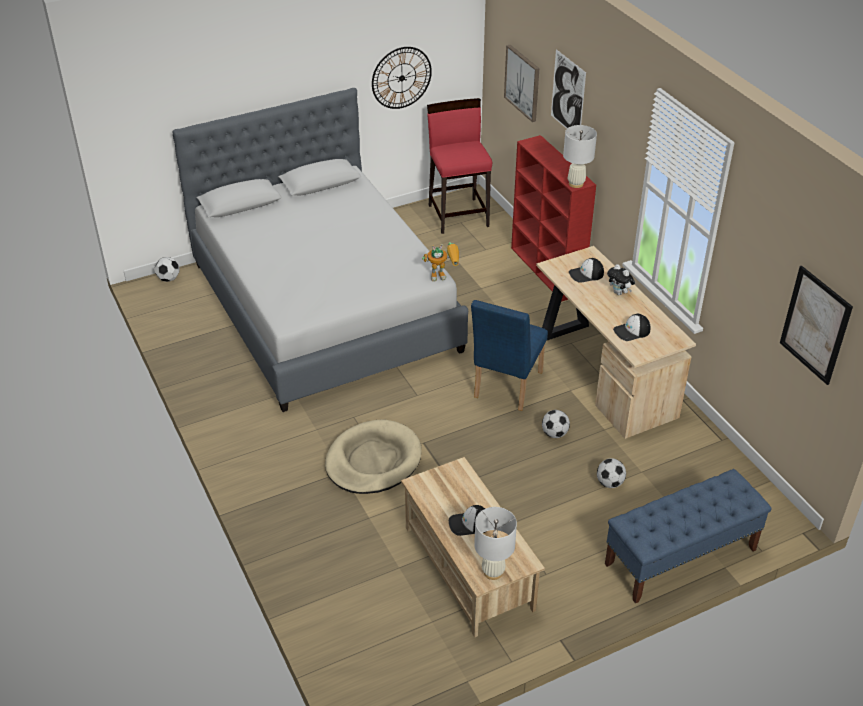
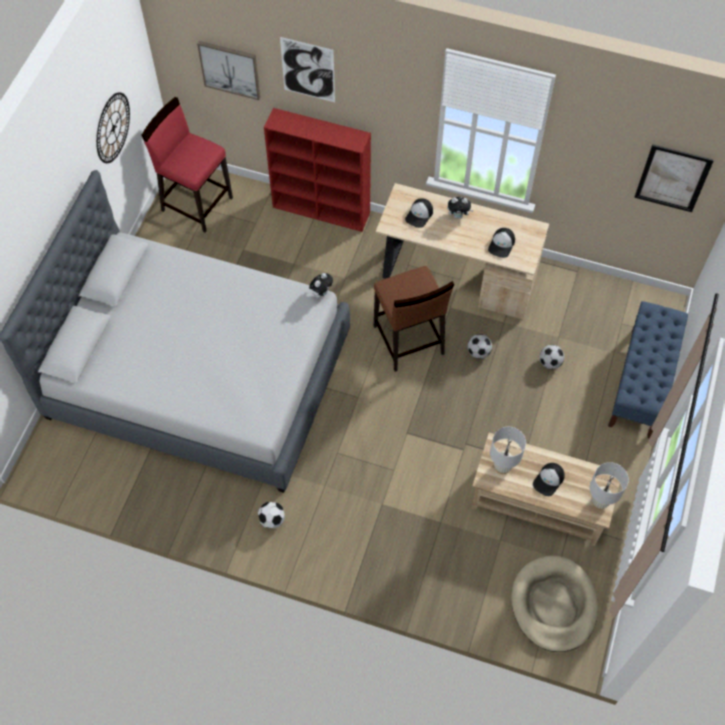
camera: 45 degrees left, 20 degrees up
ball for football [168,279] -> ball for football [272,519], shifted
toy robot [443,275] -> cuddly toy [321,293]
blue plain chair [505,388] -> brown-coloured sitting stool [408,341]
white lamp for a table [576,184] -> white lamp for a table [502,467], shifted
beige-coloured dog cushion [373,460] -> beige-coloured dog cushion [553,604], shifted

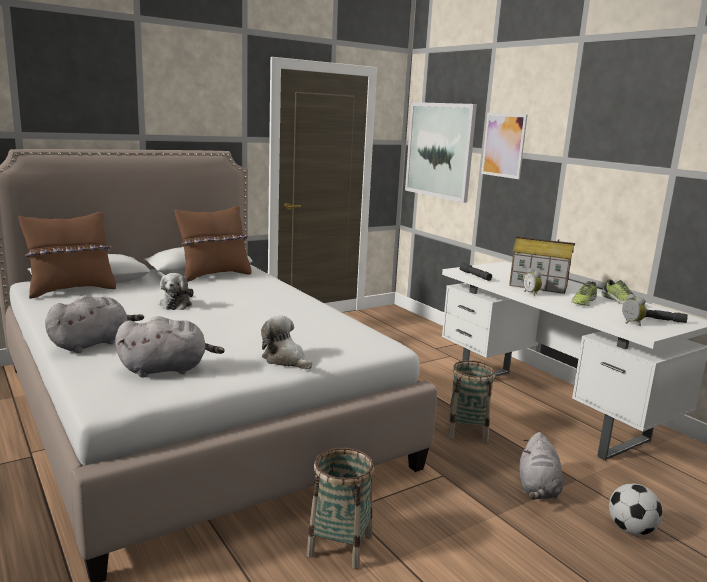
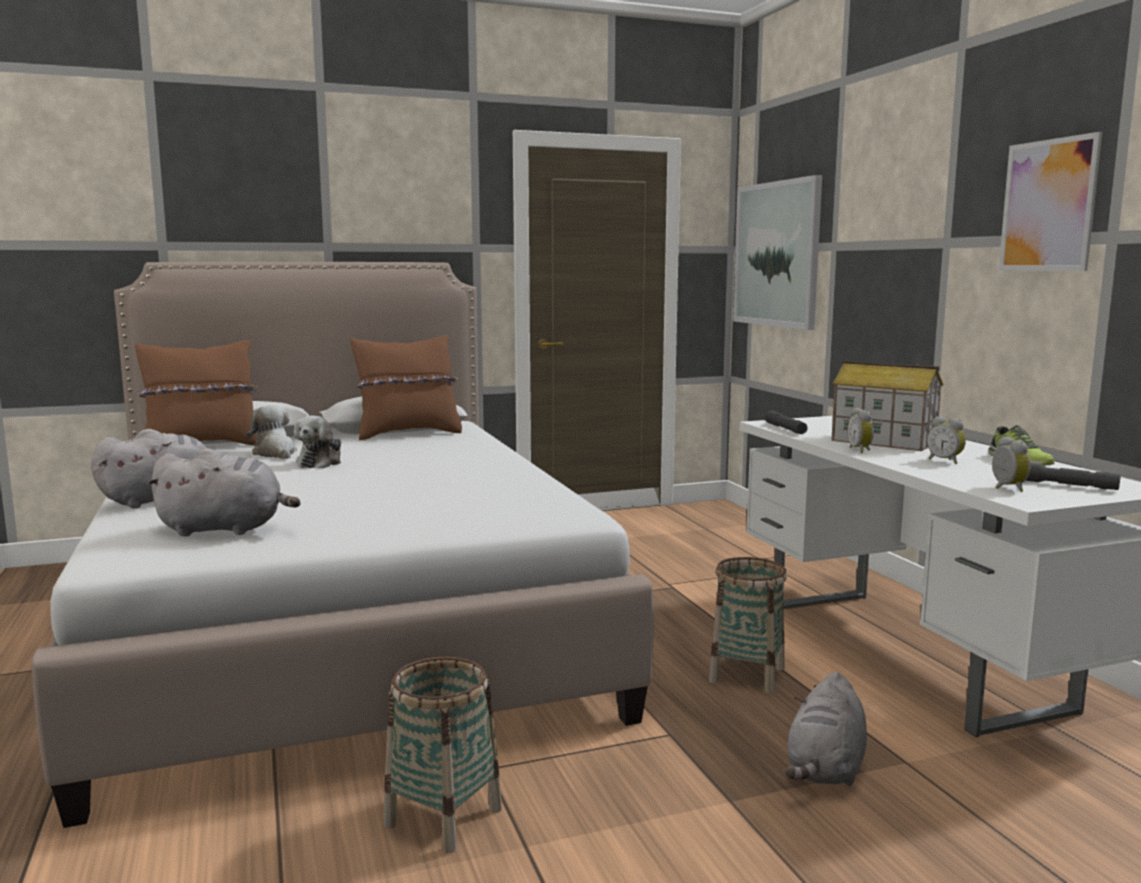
camera: 15 degrees right, 5 degrees down
cuddly toy [285,360] -> cuddly toy [275,453], shifted
item of footwear [583,301] -> alarm clock [945,461]
wall picture [503,145] -> wall picture [1048,205], shifted
ball for football [631,529] -> none

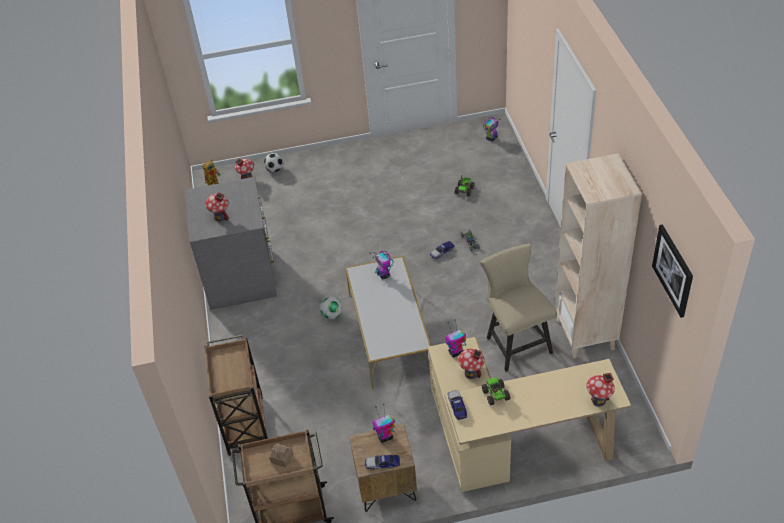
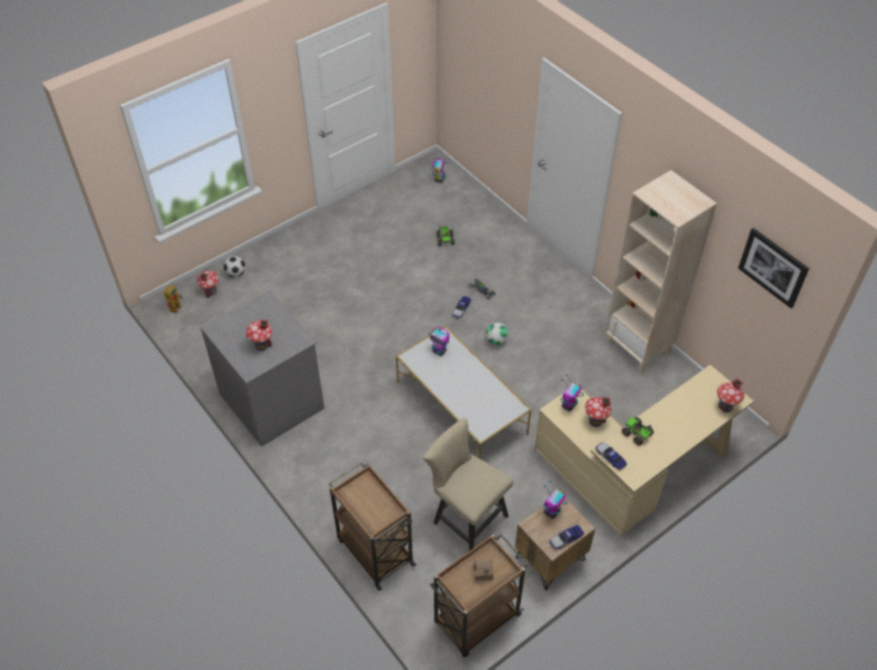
camera: 30 degrees left, 5 degrees up
beige-coloured plain chair [516,342] -> beige-coloured plain chair [465,517], shifted
ball for football [332,315] -> ball for football [496,341], shifted

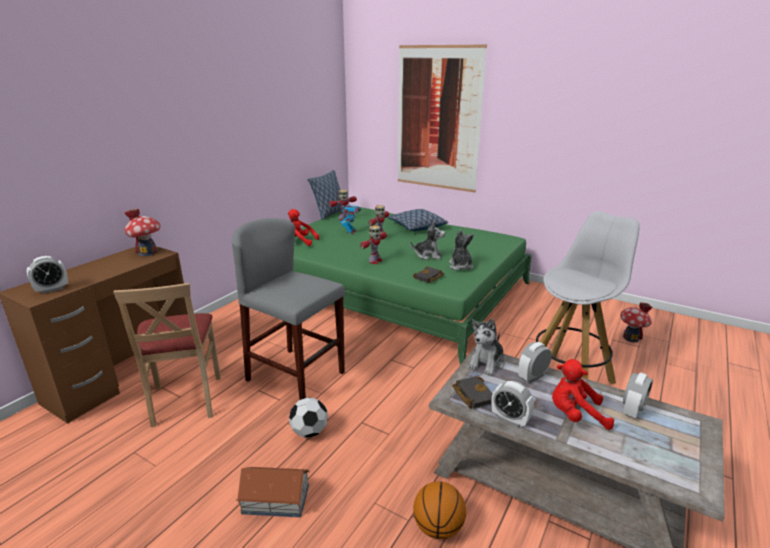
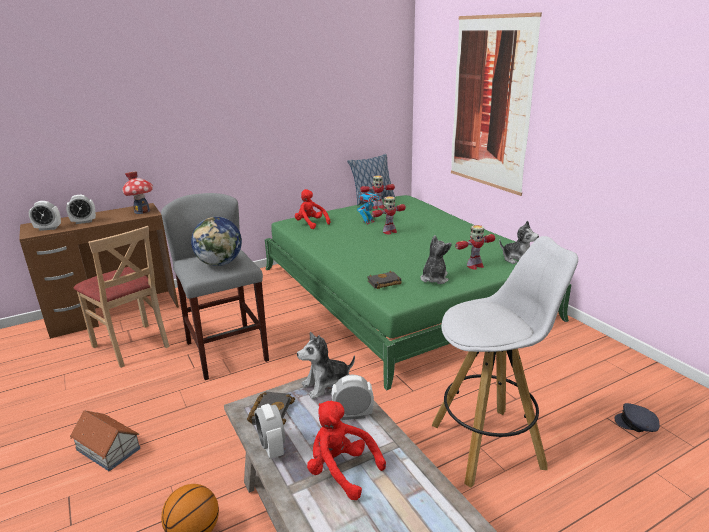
camera: 30 degrees right, 0 degrees up
alarm clock [632,410] -> alarm clock [84,222], shifted
beige-coloured plain chair [185,400] -> beige-coloured plain chair [132,345], 60 degrees counterclockwise
none -> desk globe [220,263]
toy robot [375,261] -> toy robot [474,266], shifted
cuddly toy [428,255] -> cuddly toy [518,259], shifted
model house [631,338] -> gray peaked cap [637,424]
ball for football [309,432] -> none
cushion [417,226] -> none

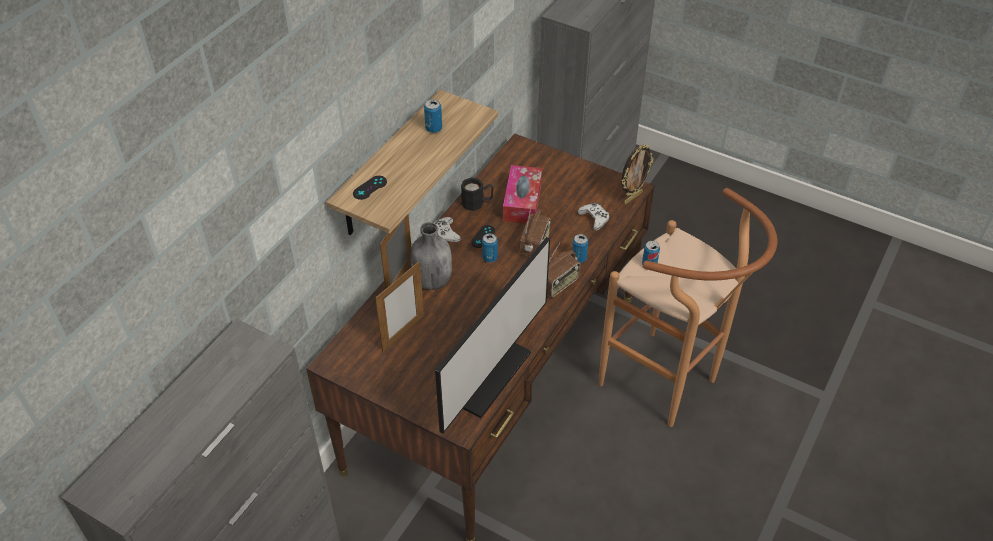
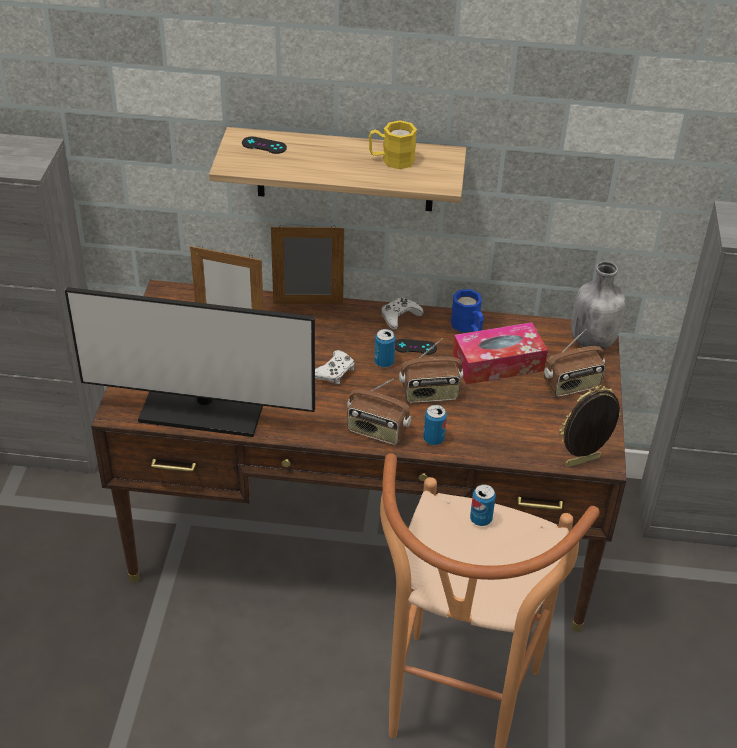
camera: 65 degrees right, 5 degrees down
white gamepad [594,218] -> white gamepad [335,372], shifted
can [433,128] -> yellow-coloured mug [391,160]
blackish mug [477,202] -> blue mug [468,327]
none -> radio [572,386]
photo frame [632,197] -> photo frame [583,463], 135 degrees clockwise
gray bottle [432,280] -> gray bottle [592,340], shifted

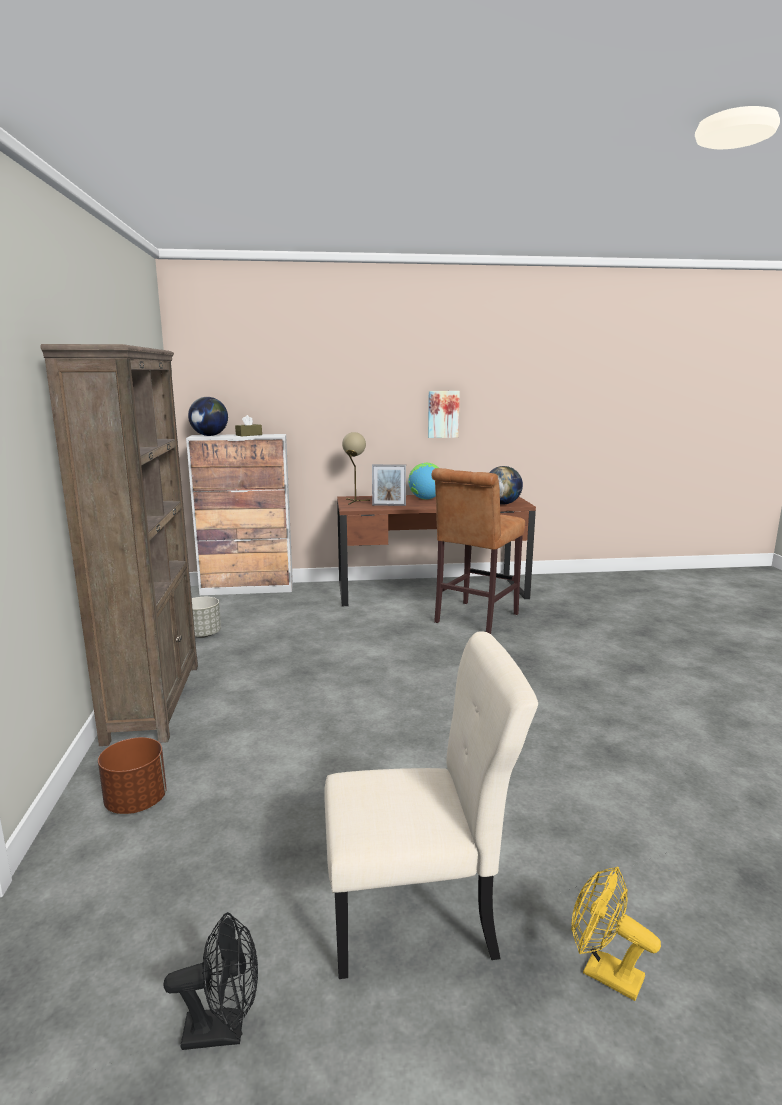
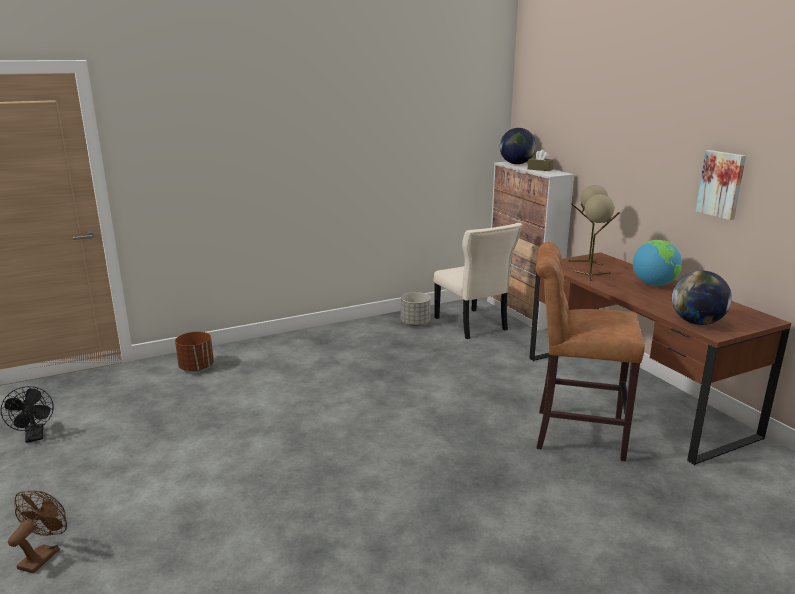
camera: 70 degrees right, 5 degrees up
yellow-coloured fan [603,972] -> brown-coloured fan [43,555]
beige-coloured plain chair [419,916] -> beige-coloured plain chair [472,325], shifted
photo frame [389,505] -> beige-coloured lamp for a table [592,275]
brown-coloured bookcase [154,701] -> none

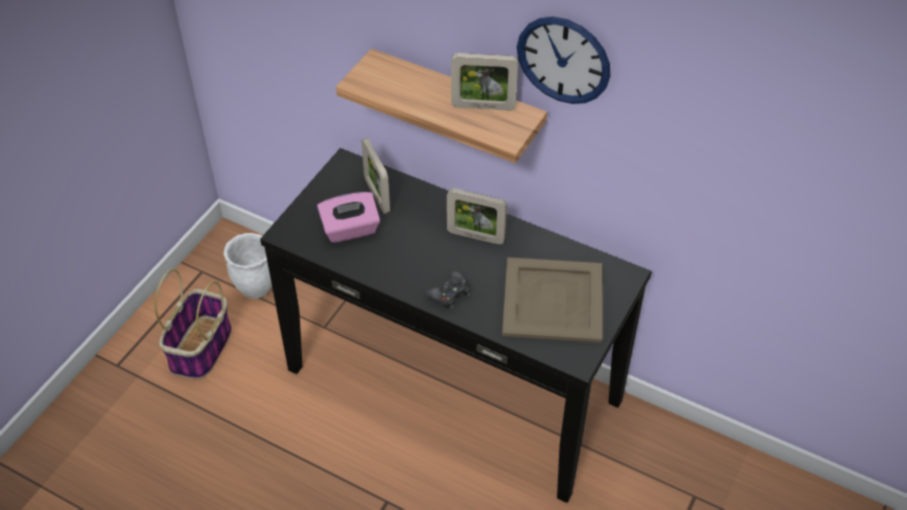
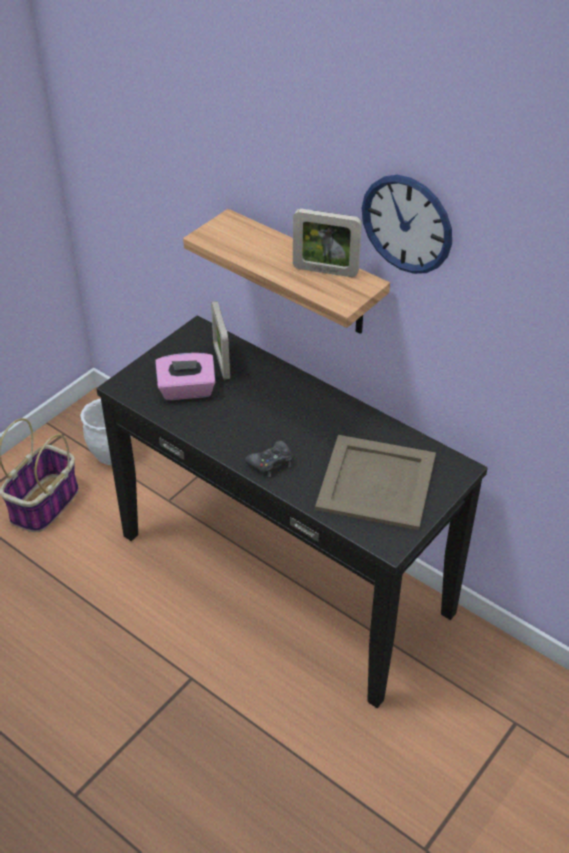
camera: 10 degrees right, 5 degrees down
photo frame [476,236] -> none

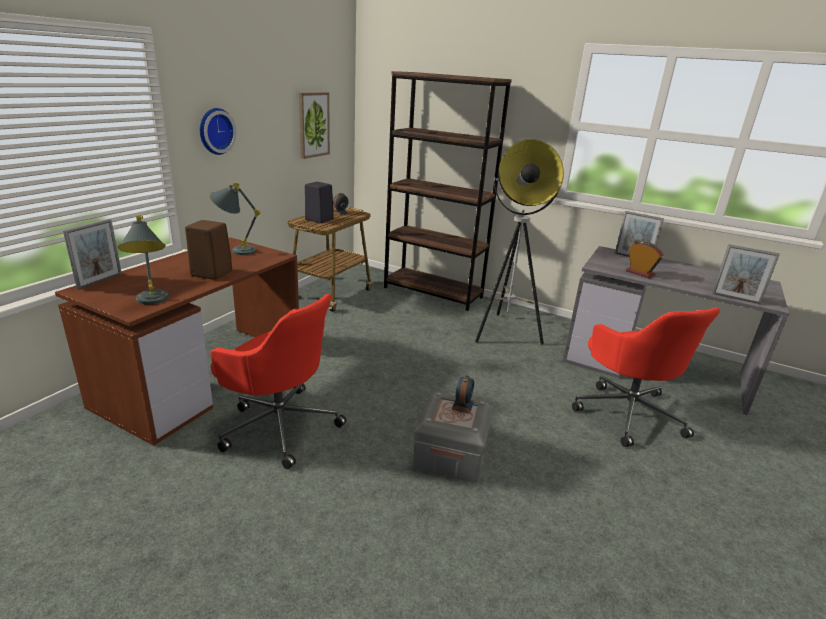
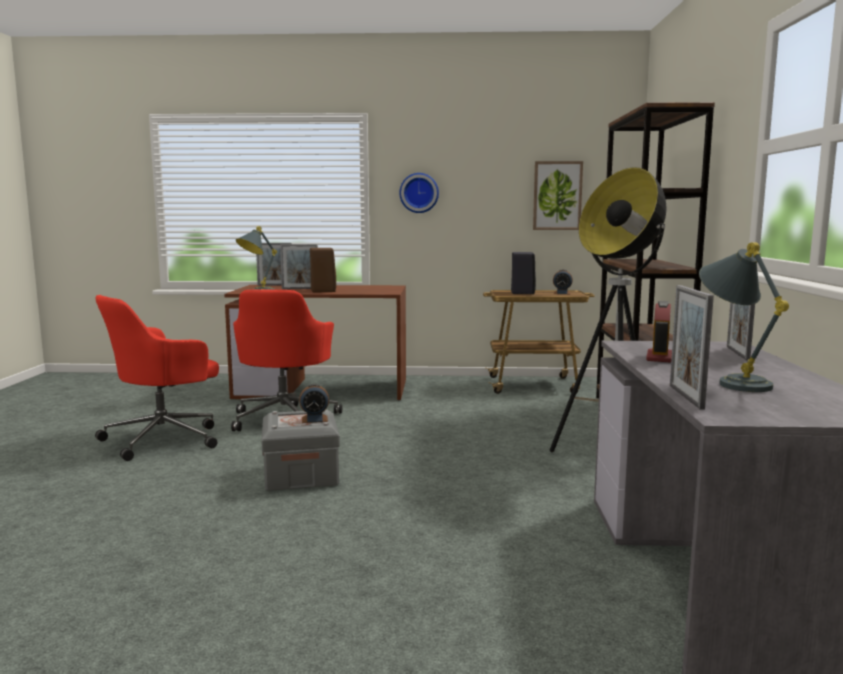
camera: 65 degrees right, 15 degrees down
reddish computer chair [627,412] -> reddish computer chair [164,439], shifted
none -> photo frame [300,288]
gray lamp for a table [235,250] -> gray lamp for a table [732,381], shifted

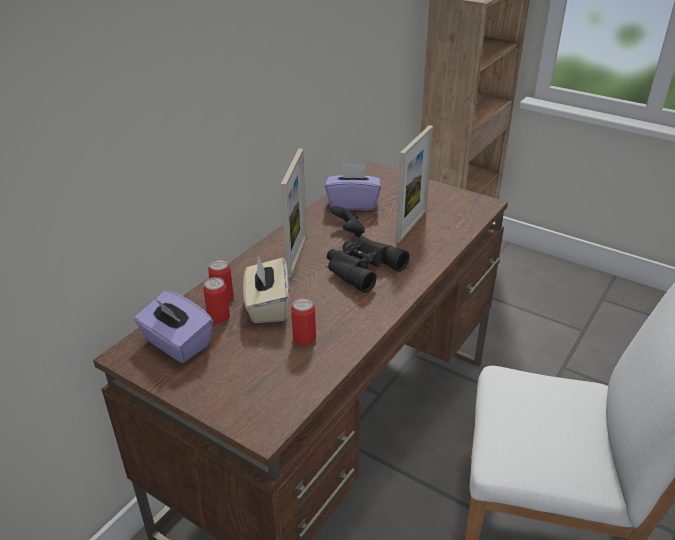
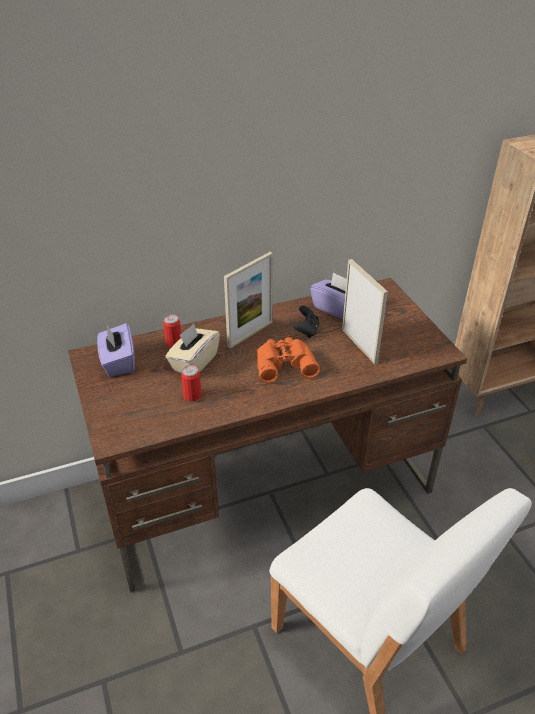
camera: 35 degrees right, 5 degrees up
blackish binoculars [361,268] -> orange binoculars [284,363]
photo frame [411,226] -> photo frame [359,345], 90 degrees counterclockwise
can [218,317] -> none

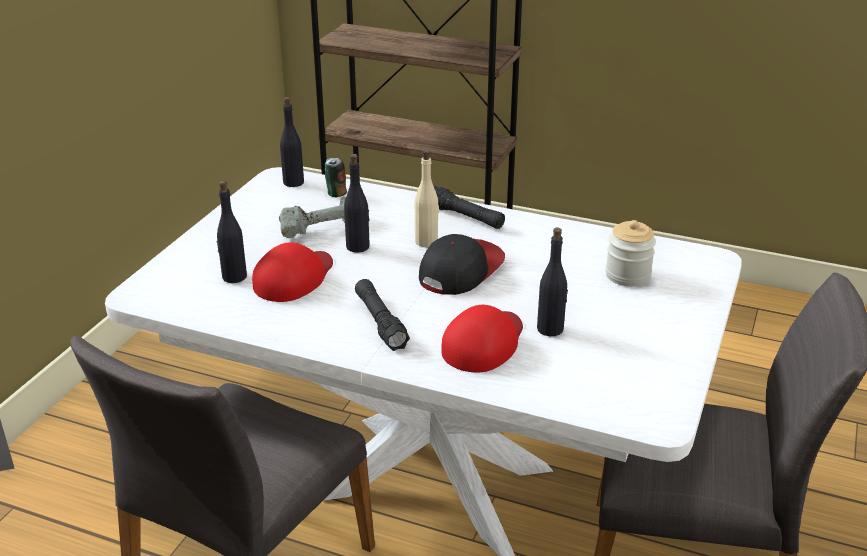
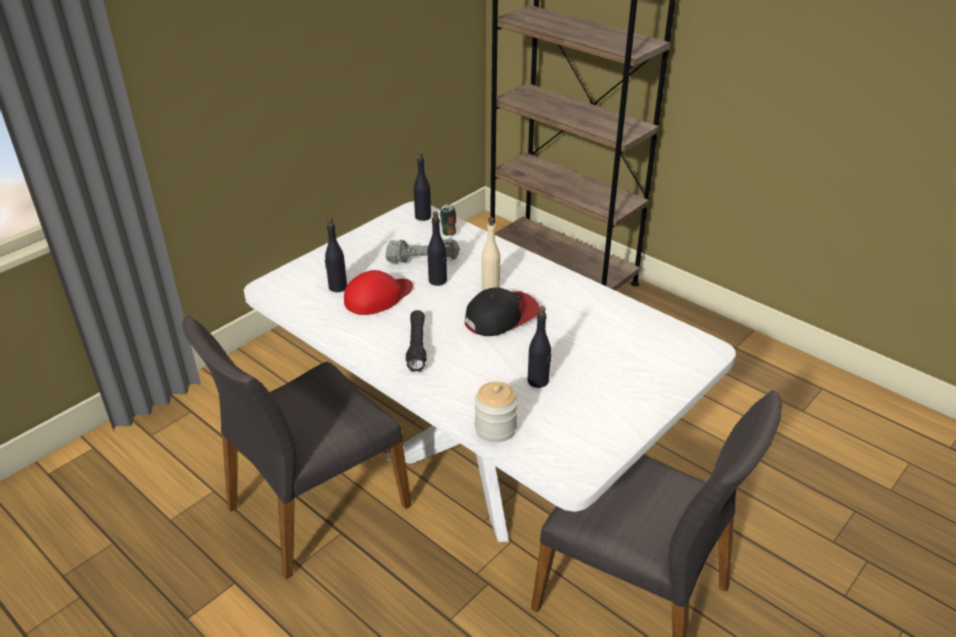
camera: 20 degrees right, 5 degrees up
preserve jar [627,275] -> preserve jar [495,428], shifted
blackish hand torch [464,216] -> none
reddish peaked cap [484,343] -> none

